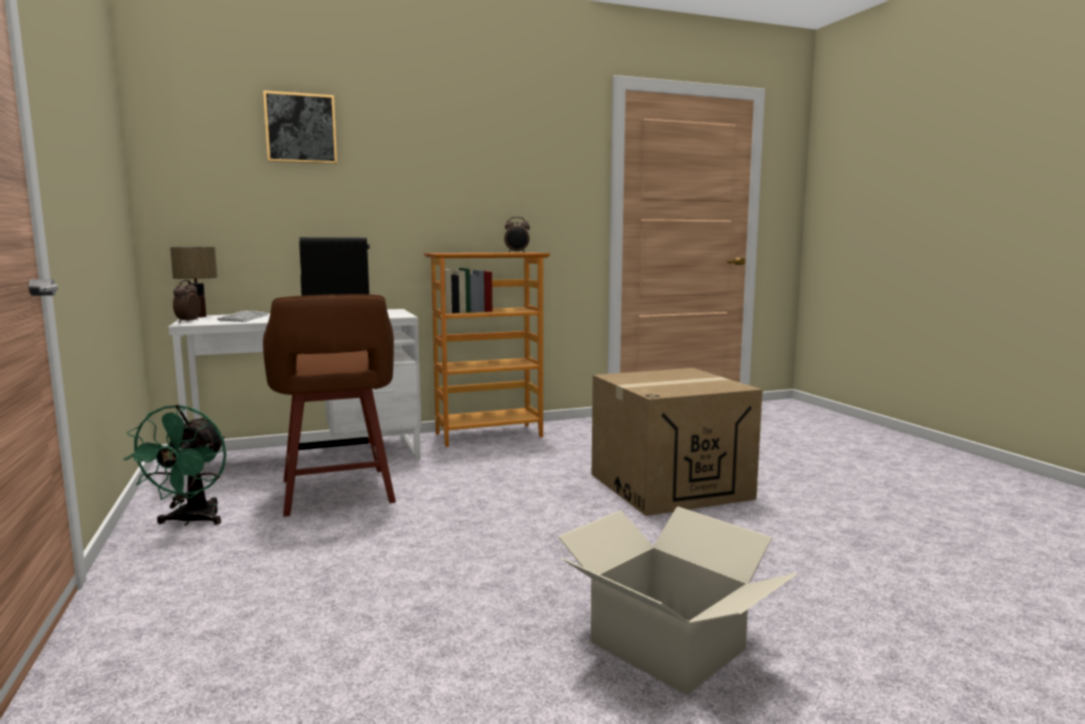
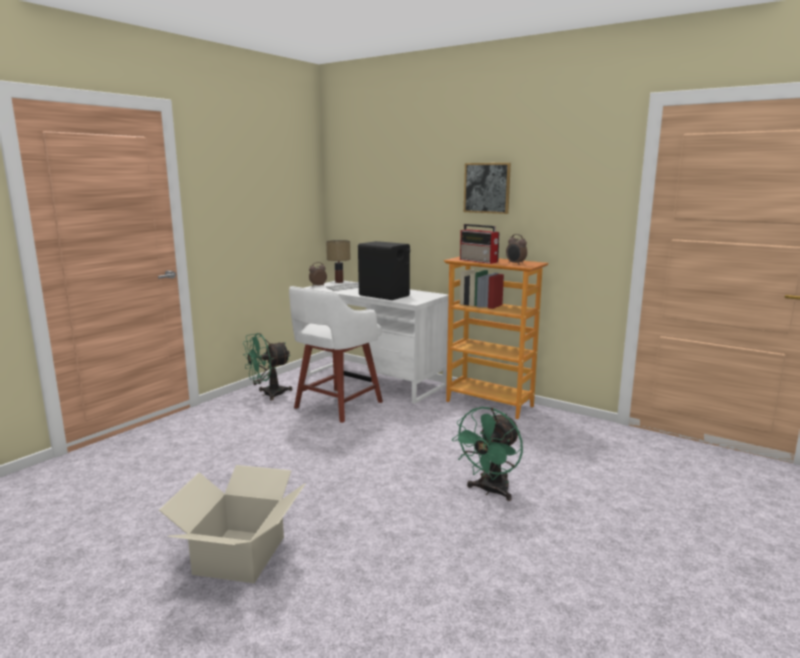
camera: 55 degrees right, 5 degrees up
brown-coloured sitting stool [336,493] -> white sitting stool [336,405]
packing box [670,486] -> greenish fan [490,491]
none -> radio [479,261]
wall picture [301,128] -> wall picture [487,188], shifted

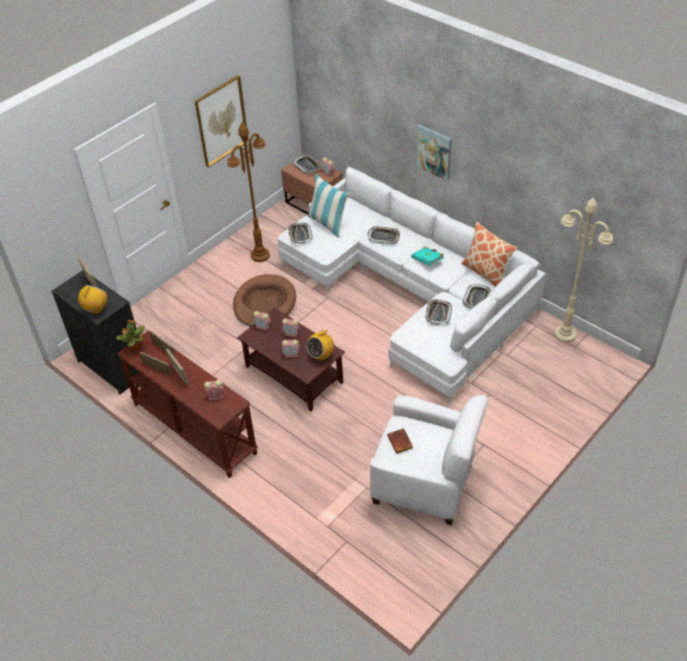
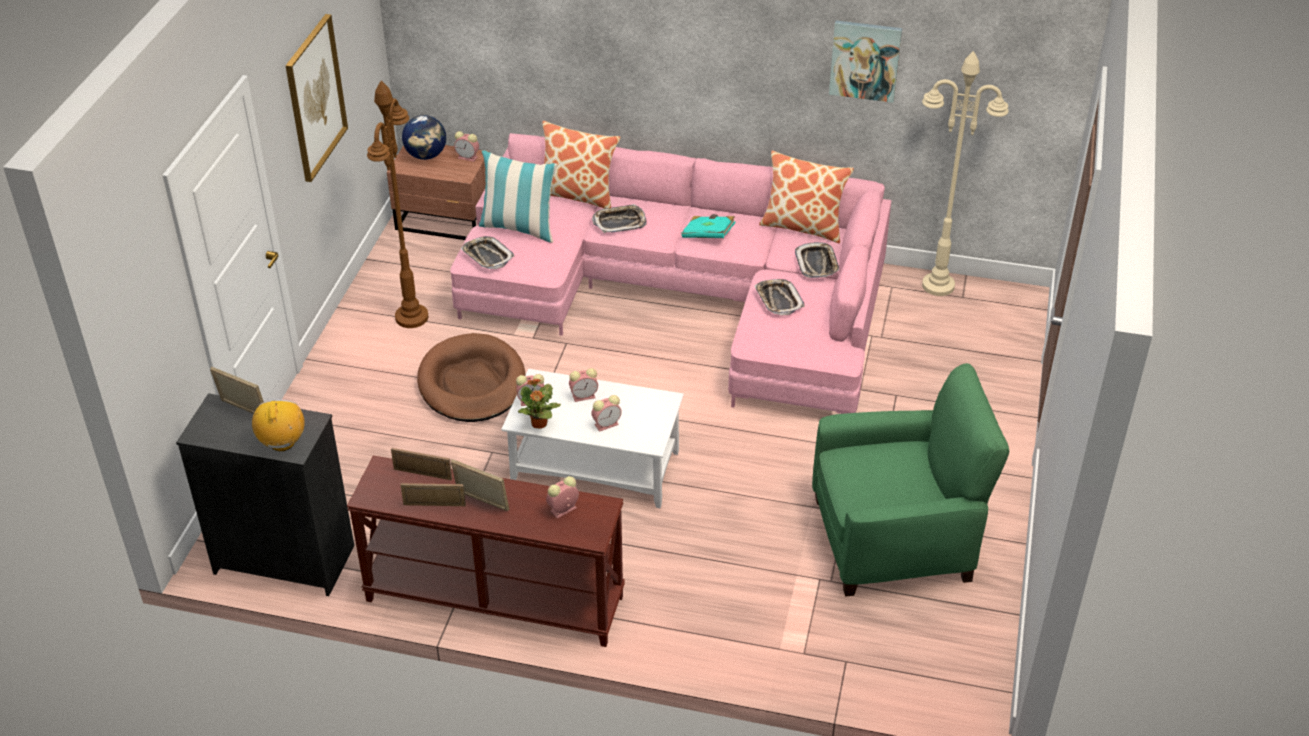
camera: 30 degrees left, 5 degrees down
carrying tray [307,166] -> desk globe [426,155]
white settee [411,293] -> pink-coloured settee [687,298]
brown-coloured coffee table [294,375] -> white coffee table [597,466]
plant in a pot [135,347] -> plant in a pot [539,424], shifted
none -> cushion [578,195]
white easy chair [425,481] -> greenish easy chair [894,539]
wall picture [434,152] -> wall picture [865,60], shifted
radio [321,355] -> none
brown-coloured book [401,443] -> none

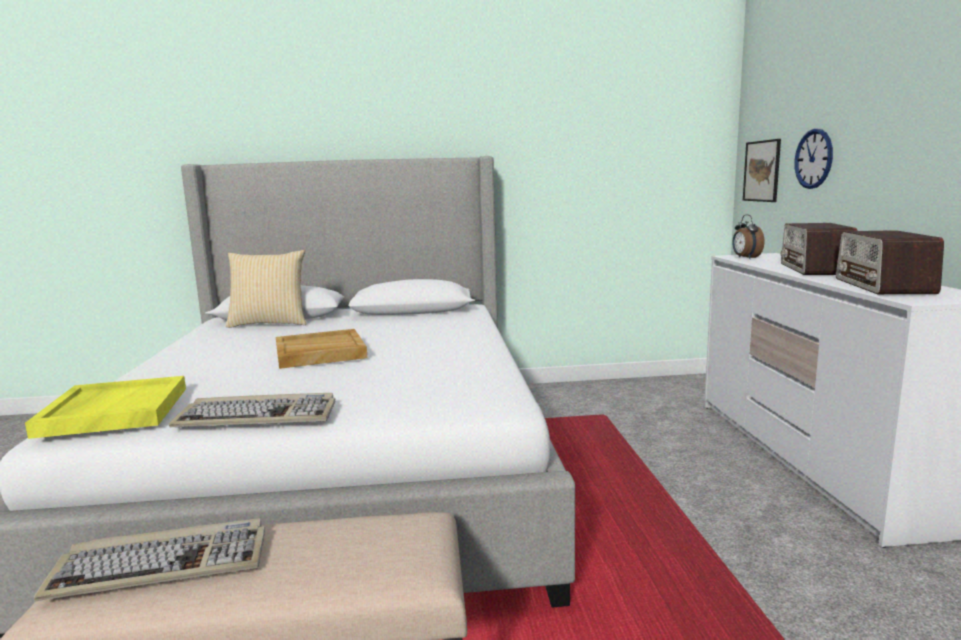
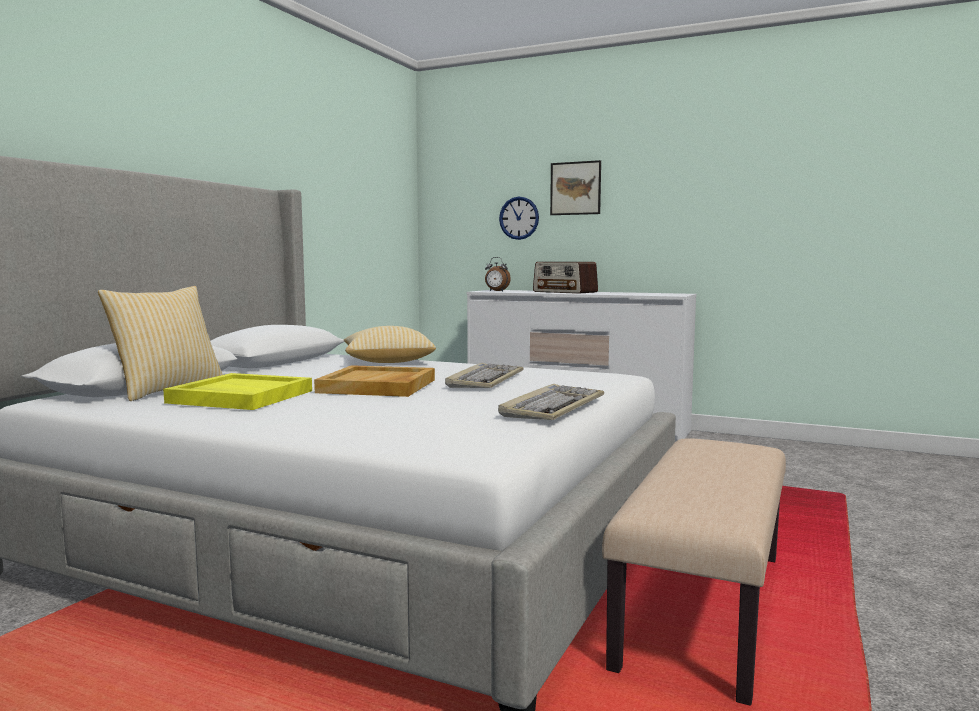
camera: 60 degrees left, 5 degrees down
yellow-coloured carrying tray [114,411] -> yellow-coloured carrying tray [240,397], shifted
none -> cushion [388,361]
PC keyboard [164,564] -> PC keyboard [485,380], shifted
wall picture [762,171] -> wall picture [575,188], shifted
radio [883,286] -> none

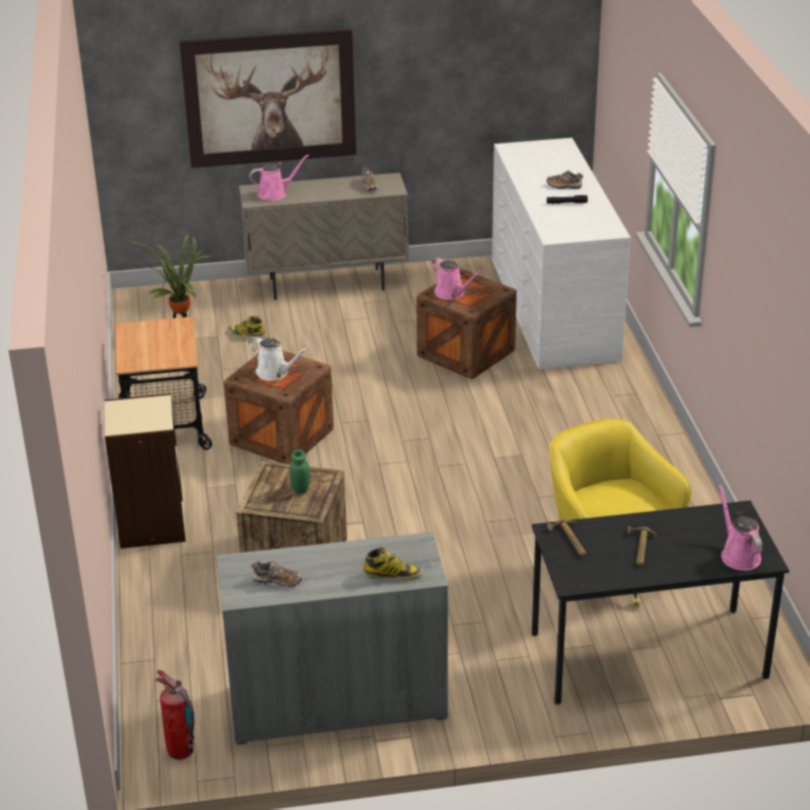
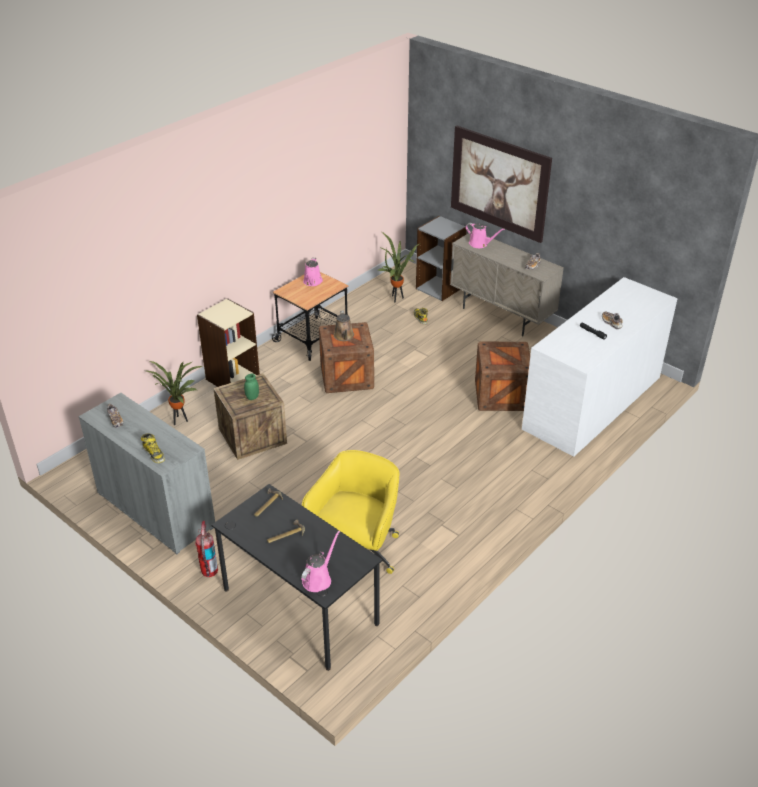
camera: 50 degrees right, 5 degrees up
none -> plant in a pot [180,421]
fire-fighting cylinder [180,751] -> fire-fighting cylinder [209,571], shifted
pink-coloured sprinkling can [451,293] -> pink-coloured sprinkling can [312,282], shifted
white sprinkling can [275,372] -> brown-coloured sprinkling can [344,336]
none -> gray bookcase [439,288]

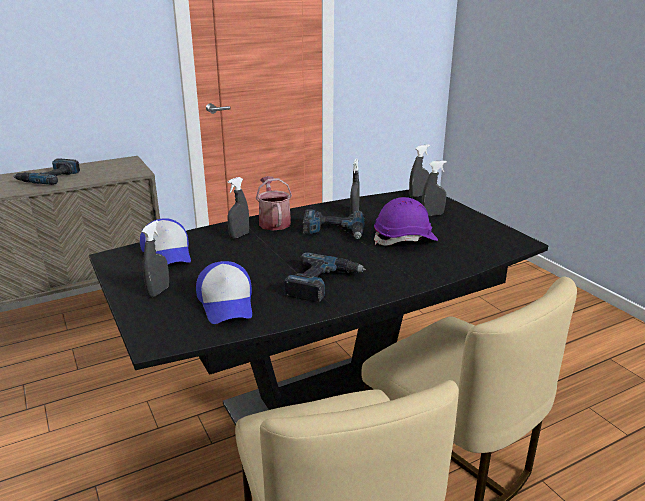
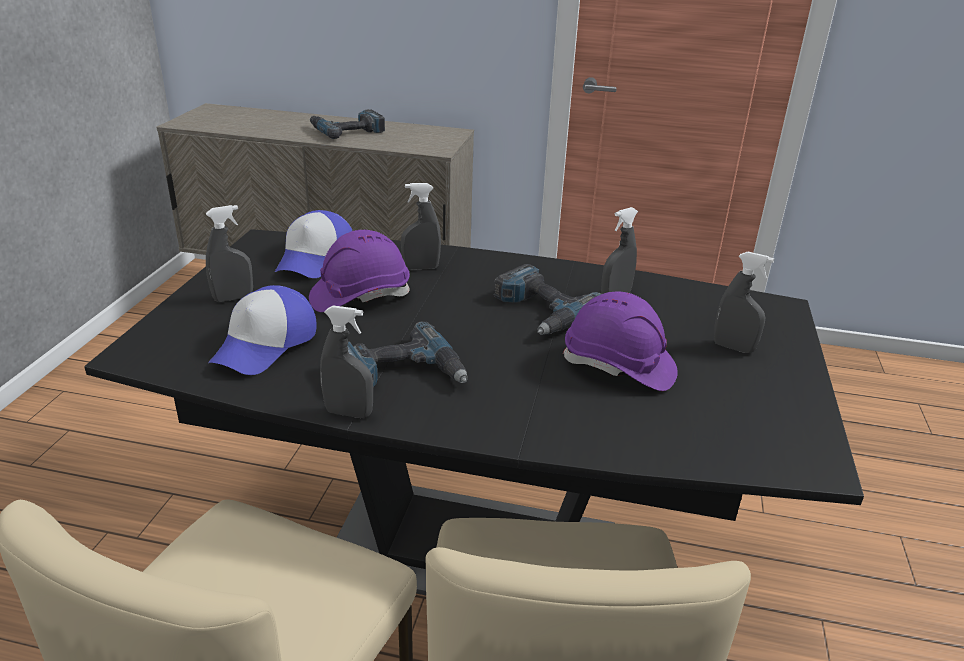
camera: 40 degrees right, 5 degrees up
none -> purplish work helmet [360,296]
gray spray bottle [418,195] -> gray spray bottle [348,413], shifted
sprinkling can [274,221] -> none

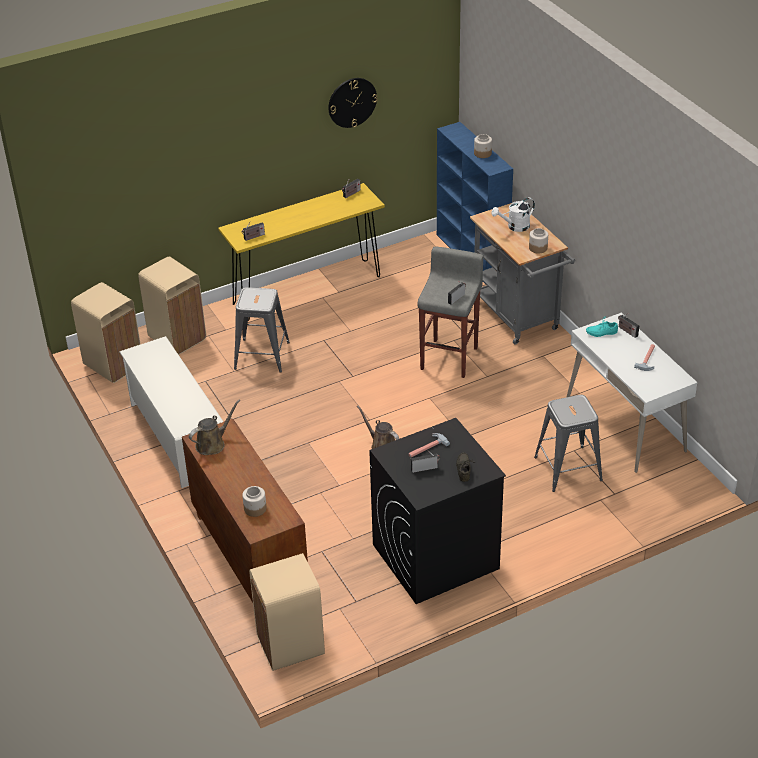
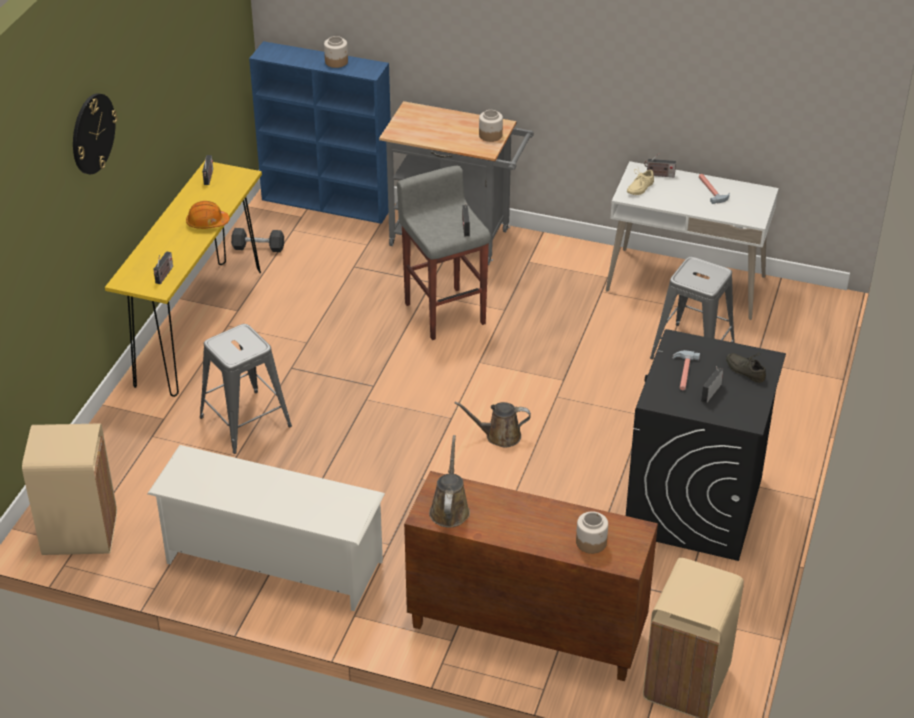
camera: 45 degrees left, 0 degrees up
hanging clock [352,102] -> hanging clock [92,133], shifted
none -> orange work helmet [207,223]
none -> blackish free weight [258,247]
turquoise-coloured item of footwear [601,332] -> beige-coloured item of footwear [639,188]
beige-coloured rubbish bin [177,337] -> none
white sprinkling can [515,227] -> none

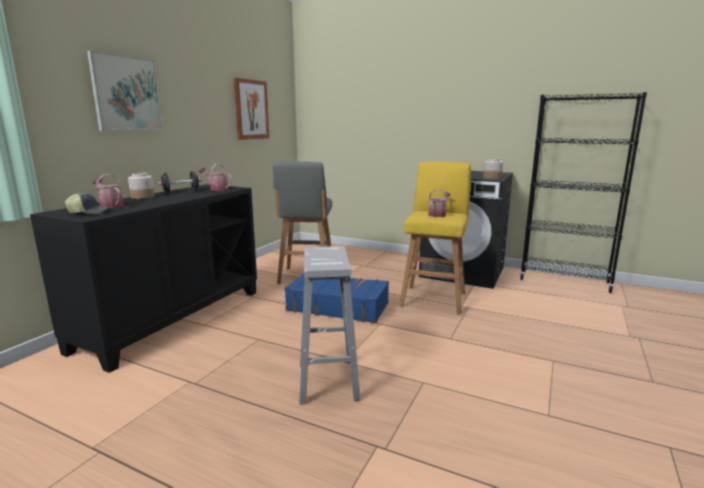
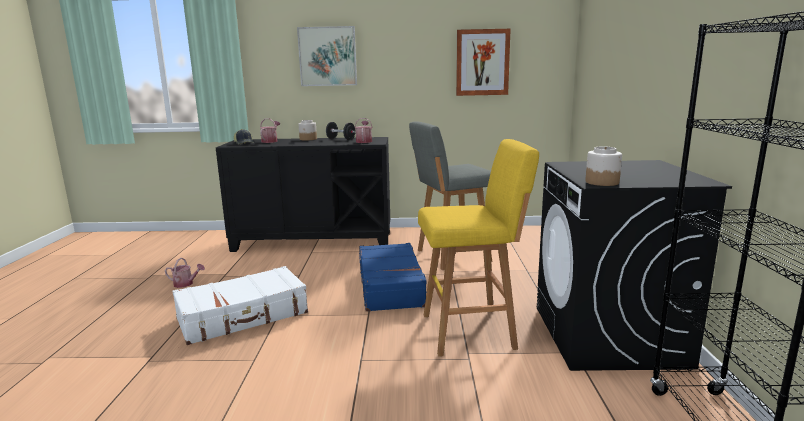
camera: 65 degrees right, 0 degrees up
sprinkling can [438,214] -> sprinkling can [186,284], shifted
white sitting stool [327,380] -> white piece of luggage [243,316]

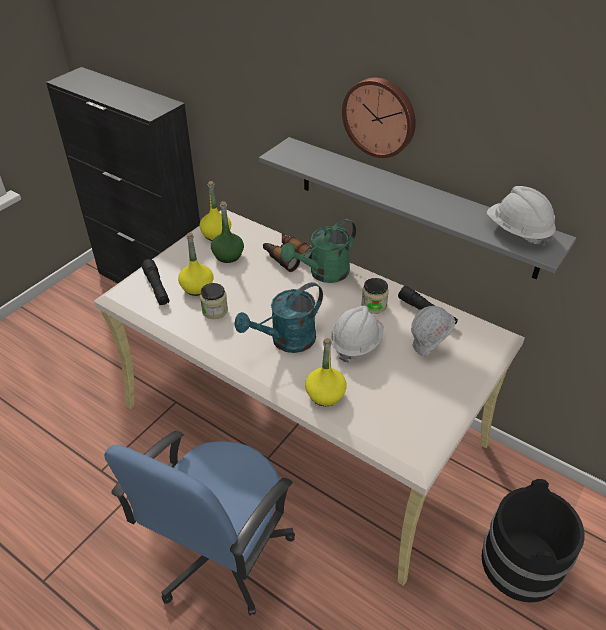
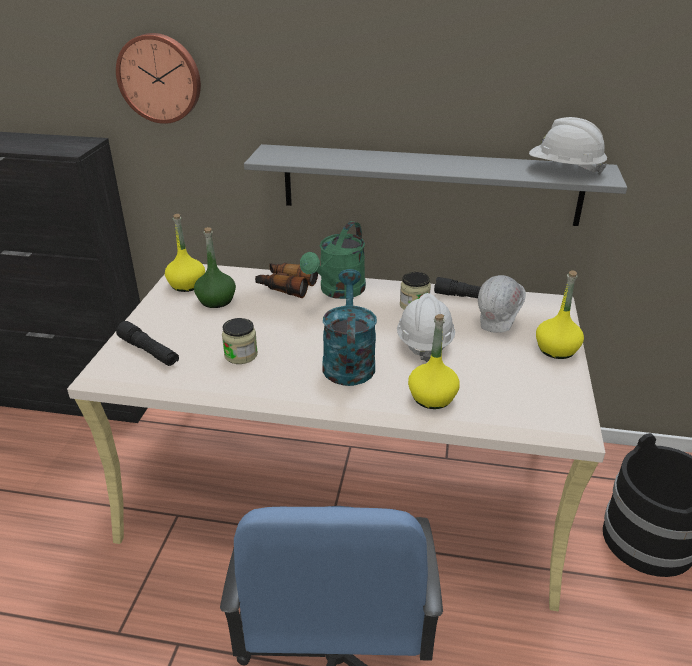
camera: 25 degrees left, 10 degrees down
hanging clock [380,117] -> hanging clock [160,78], shifted
turquoise-coloured sprinkling can [286,341] -> turquoise-coloured sprinkling can [348,361], 150 degrees clockwise
yellow-coloured bottle [197,287] -> yellow-coloured bottle [556,349], shifted

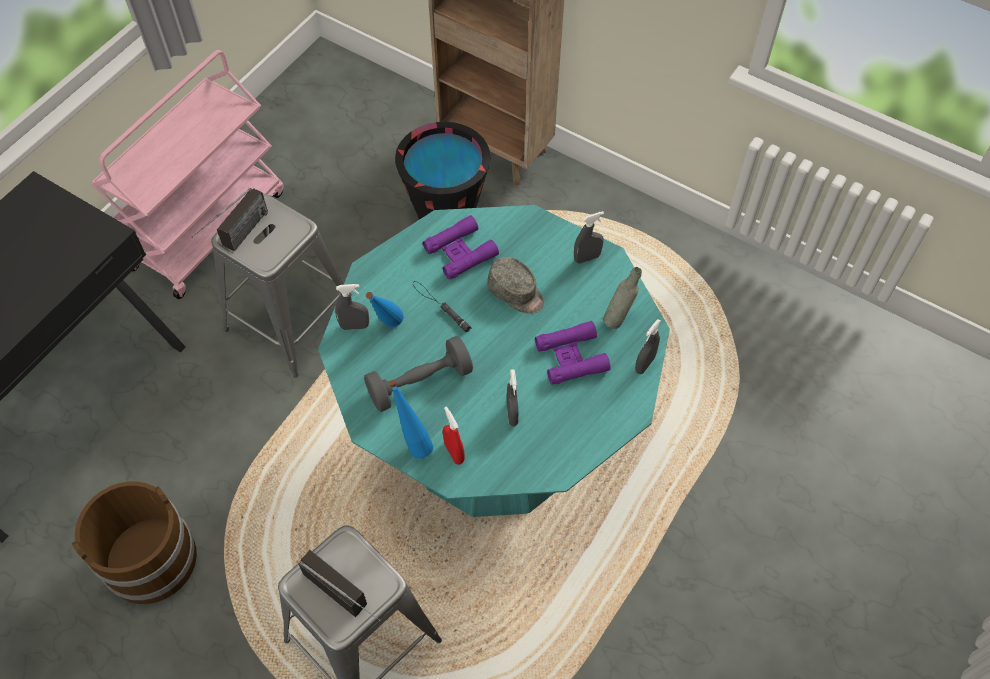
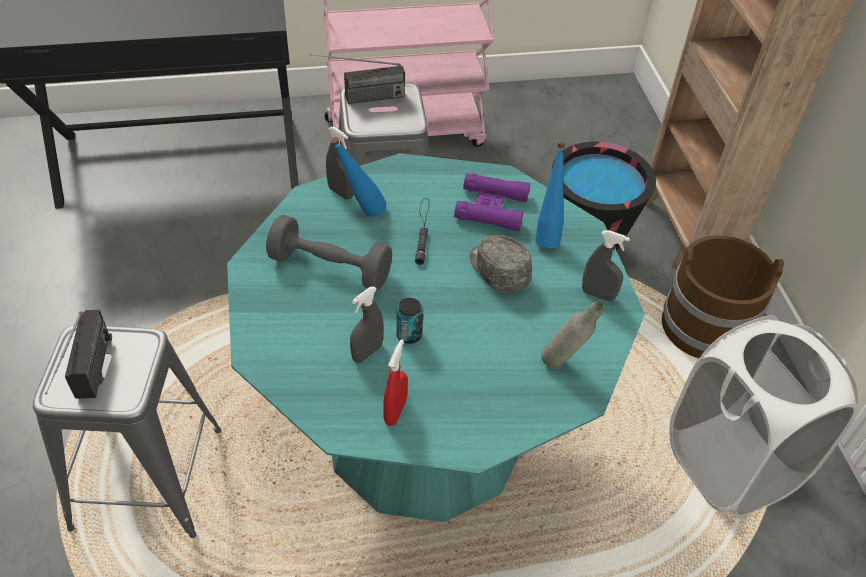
camera: 45 degrees right, 10 degrees down
reddish spray bottle [454,452] -> reddish spray bottle [395,411], shifted
none -> can [409,335]
gray peaked cap [516,293] -> gray peaked cap [497,270], 150 degrees clockwise
blue bottle [413,442] -> blue bottle [547,235], shifted
brown-coloured pail [151,559] -> brown-coloured pail [705,327], shifted
none -> white laundry basket [730,464]
purplish binoculars [571,357] -> none
gray spray bottle [644,364] -> none

